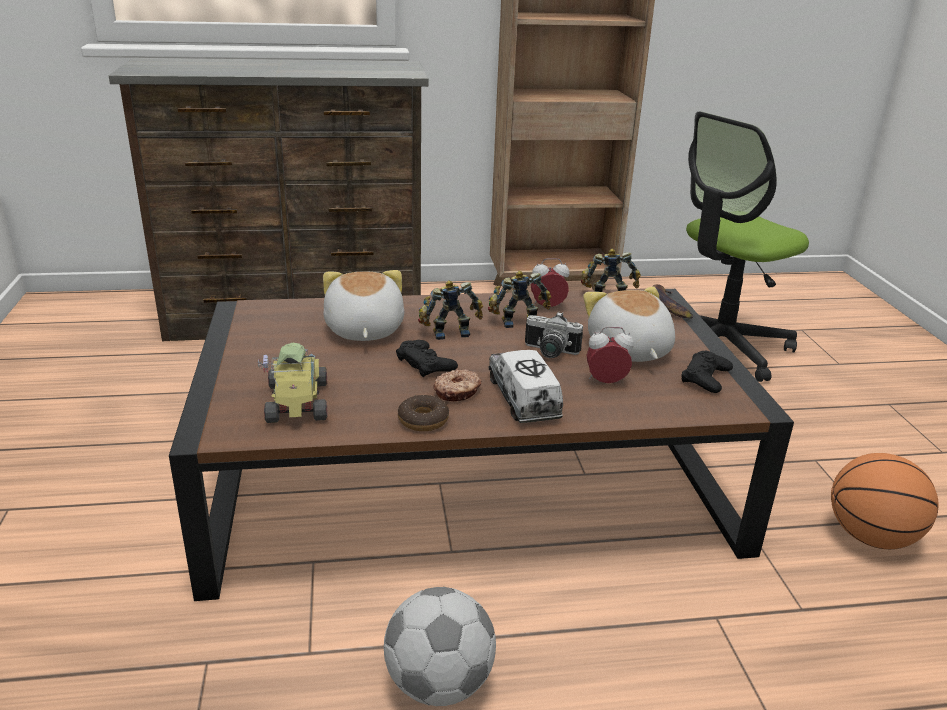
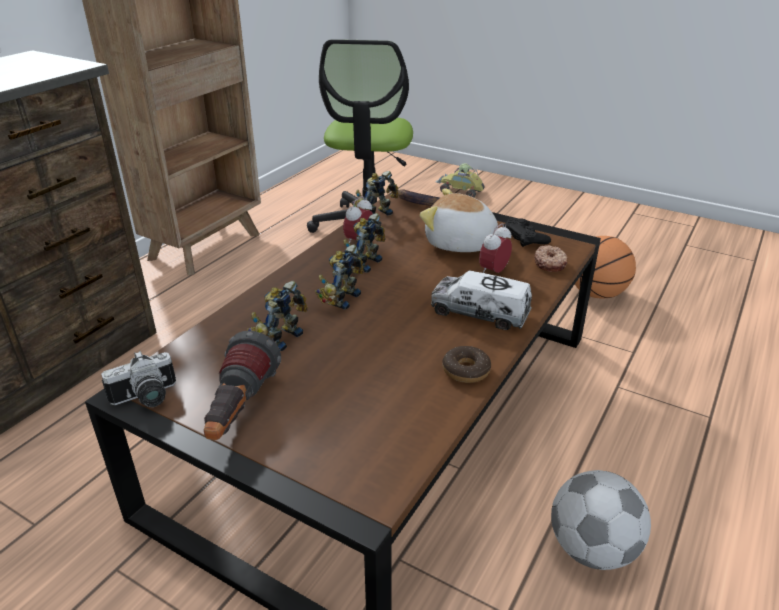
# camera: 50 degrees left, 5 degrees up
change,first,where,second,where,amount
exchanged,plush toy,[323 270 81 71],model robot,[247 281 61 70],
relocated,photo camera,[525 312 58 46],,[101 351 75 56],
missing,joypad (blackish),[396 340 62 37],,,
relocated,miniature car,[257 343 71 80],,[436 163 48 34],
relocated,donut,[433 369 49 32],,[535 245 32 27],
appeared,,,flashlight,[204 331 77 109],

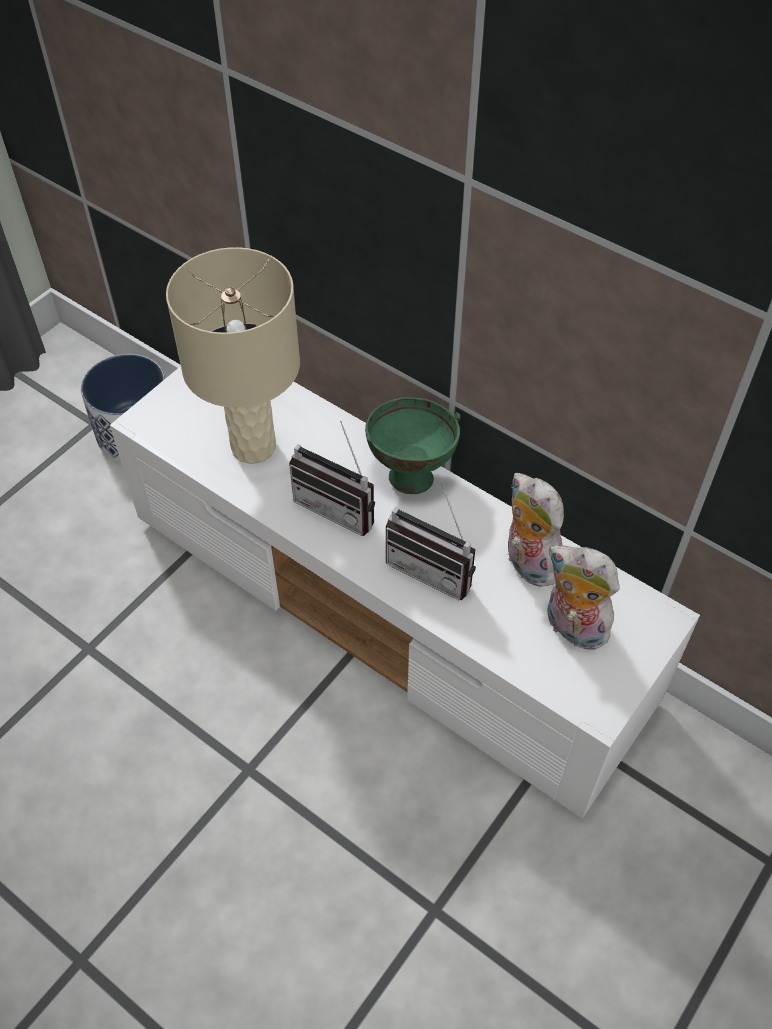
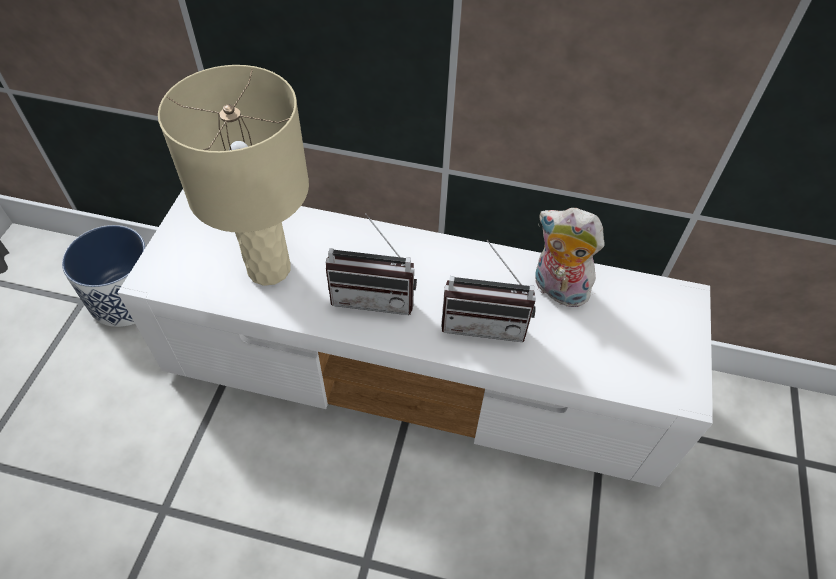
# camera: 25 degrees left, 0 degrees up
change,first,where,second,where,amount
missing,serving bowl (green-coloured),[365 397 96 97],,,
missing,plush toy,[547 545 72 105],,,

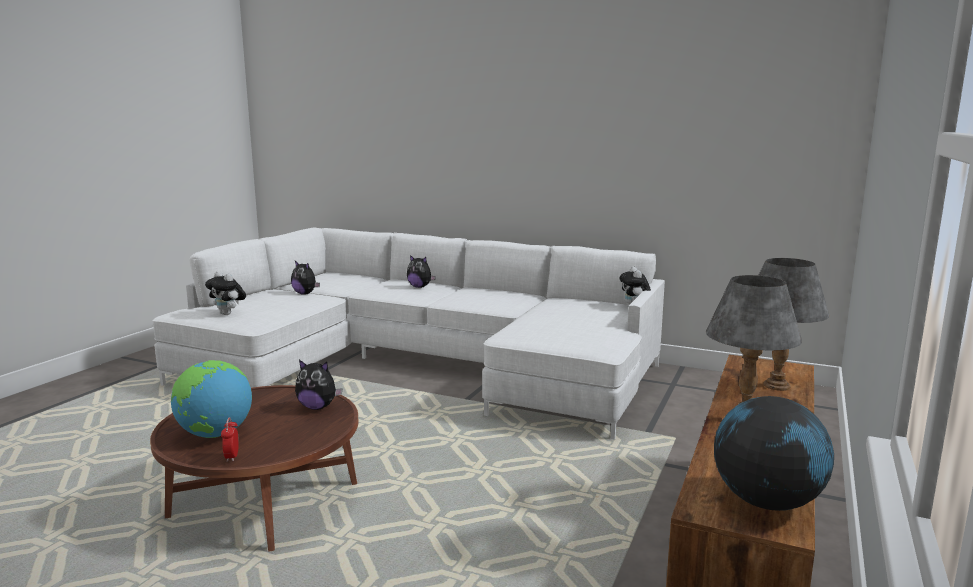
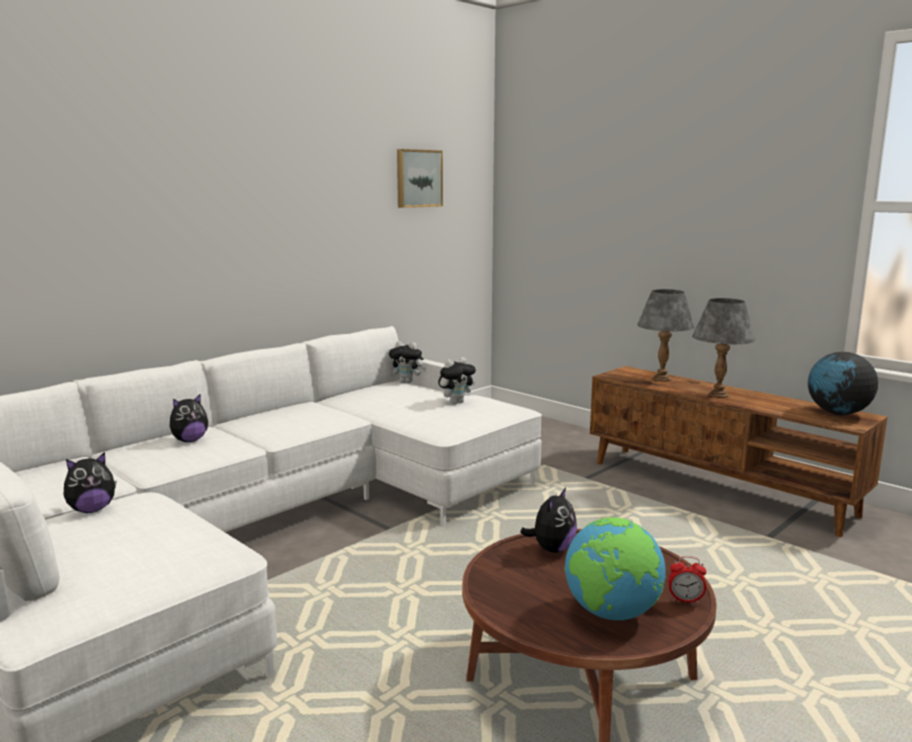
# camera: 70 degrees left, 0 degrees up
change,first,where,second,where,amount
relocated,plush toy,[205 271 41 44],,[438 357 38 47],
appeared,,,wall picture,[397 149 46 59],

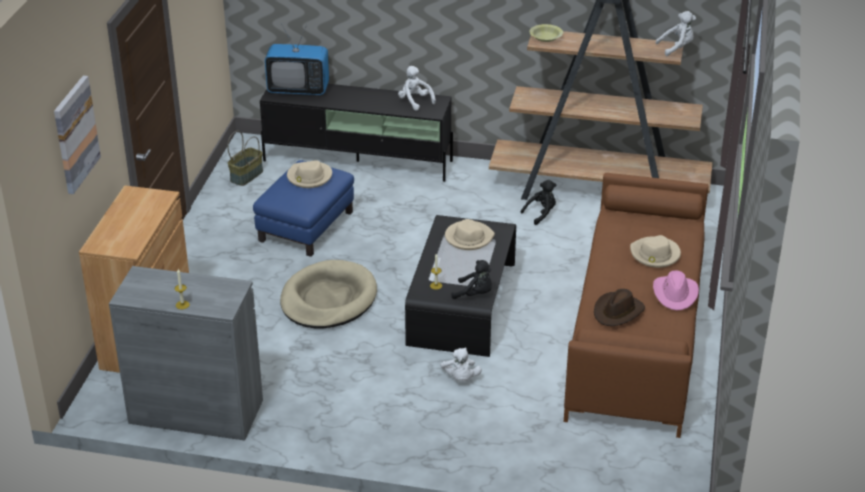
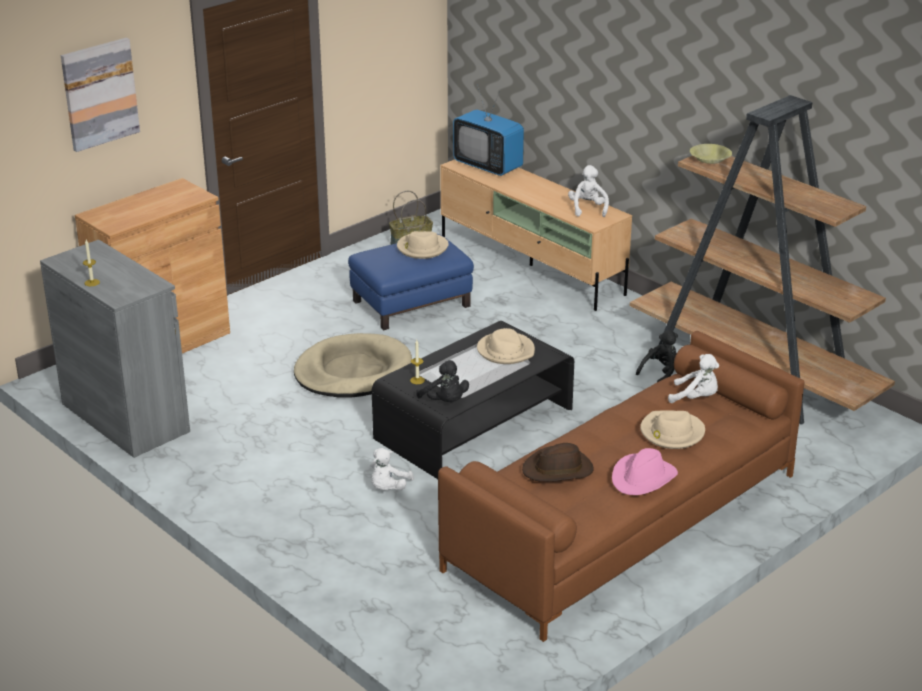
# camera: 35 degrees right, 5 degrees down
change,first,where,second,where,amount
relocated,plush toy (white-coloured),[656 11 40 45],,[668 354 51 49],
colour,tv unit (blackish),[260 84 193 98],tv unit (beige),[440 160 192 151],
spun,plush toy (blackish),[521 180 35 45],,[636 330 42 52],45 degrees counterclockwise

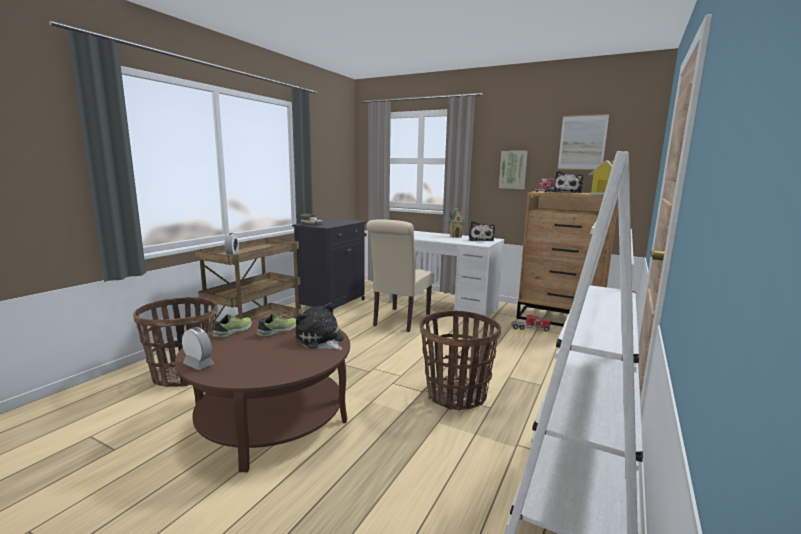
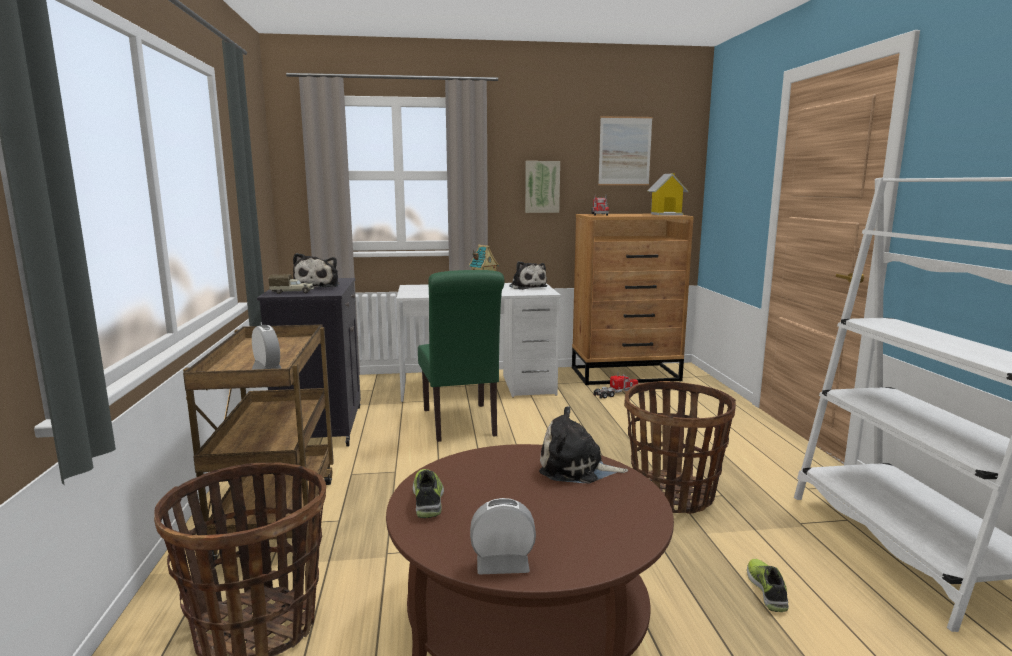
# camera: 35 degrees left, 0 degrees up
change,first,where,second,where,amount
relocated,plush toy,[553 171 31 22],,[293 253 46 34],
colour,upright chair (beige),[366 219 68 113],upright chair (green-coloured),[418 270 87 172],
relocated,shoe,[257 314 39 23],,[747 559 42 53],

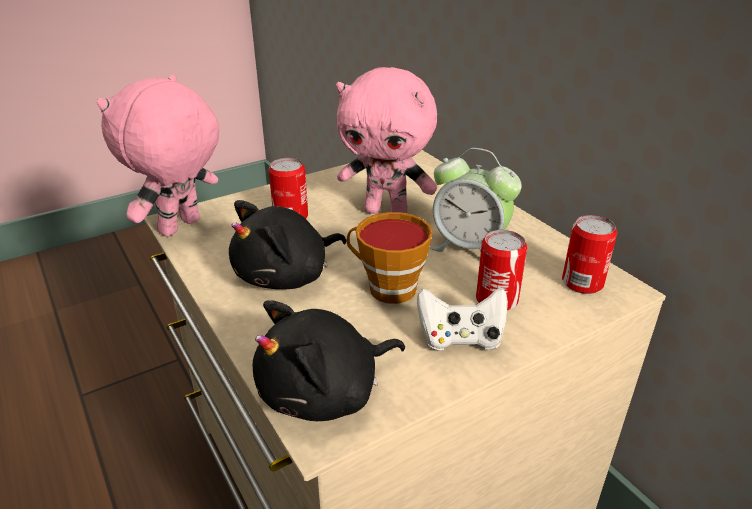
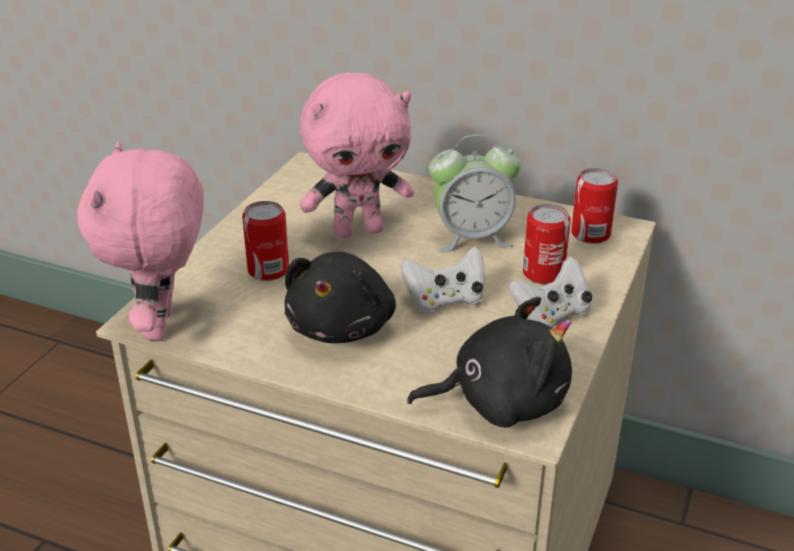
# camera: 35 degrees left, 0 degrees up
change,first,where,second,where,amount
exchanged,cup,[347 212 86 92],joypad (white-coloured),[401 246 84 67],
spun,plush toy (blackish),[253 300 152 121],,[407 297 165 130],120 degrees counterclockwise

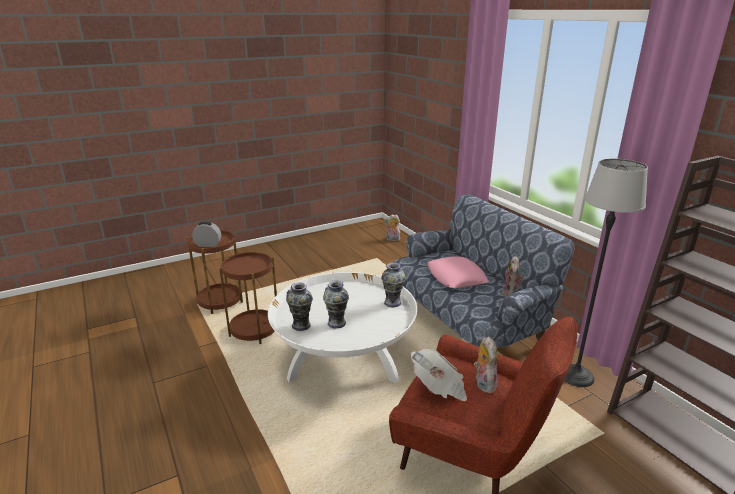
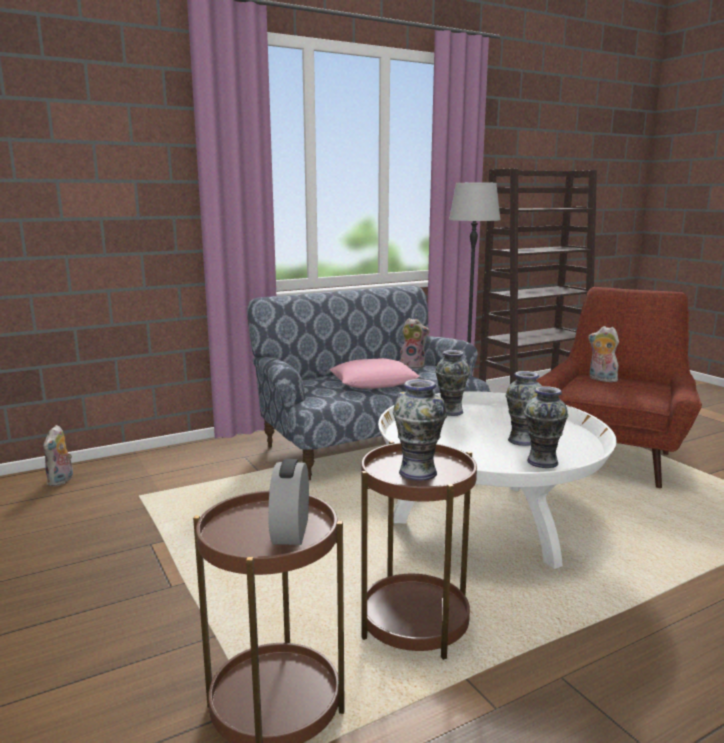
# camera: 90 degrees left, 10 degrees down
change,first,where,second,where,amount
spun,plush toy,[474 336 24 57],,[589 326 30 56],45 degrees clockwise
missing,newspaper,[411 349 56 52],,,
appeared,,,flower vase,[393 379 54 102],

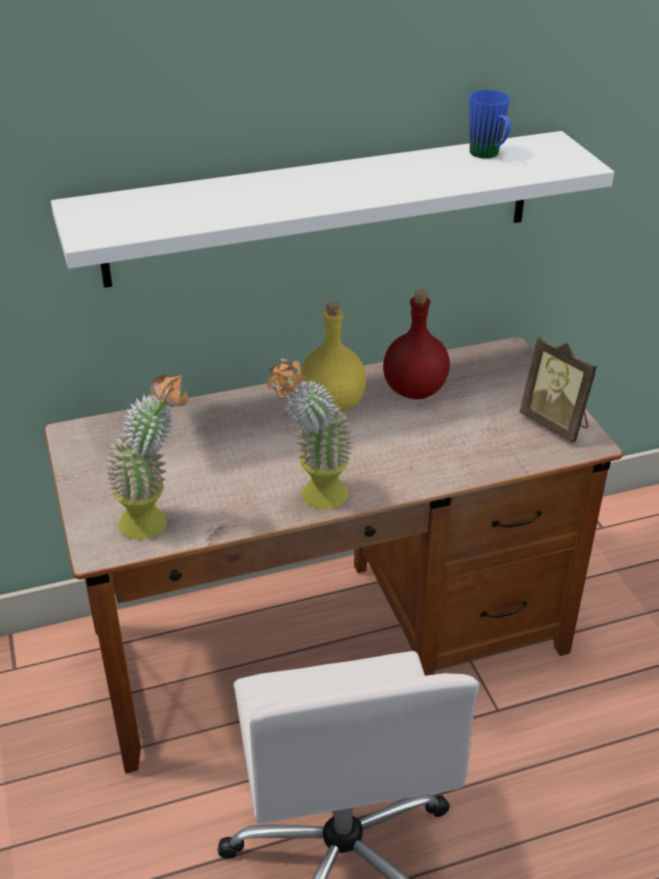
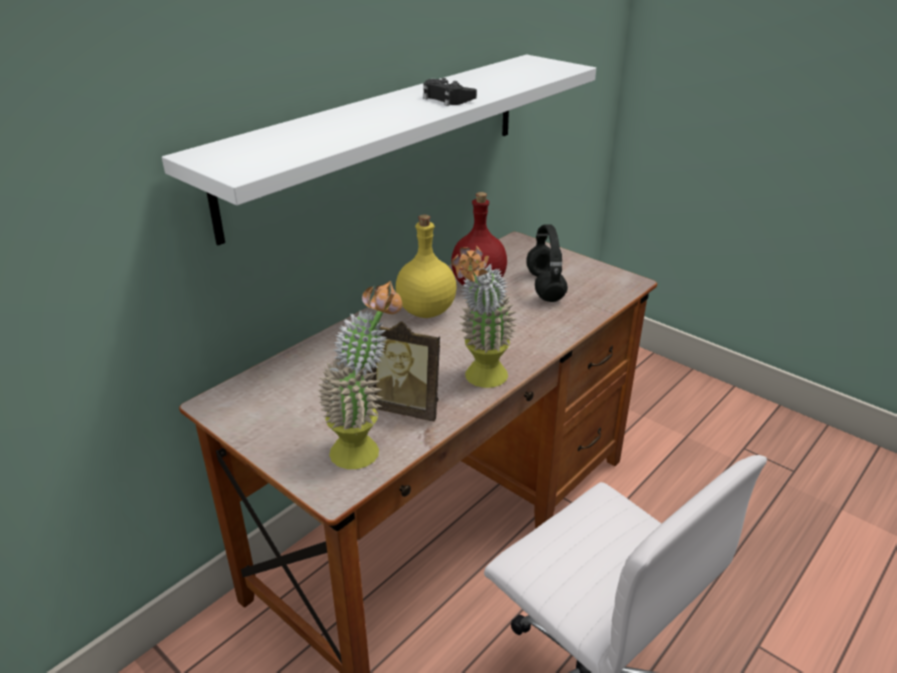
# camera: 30 degrees left, 5 degrees down
change,first,where,second,where,amount
missing,coffee mug (blue-coloured),[469 90 42 68],,,
relocated,standing frame,[519 336 78 107],,[367 321 73 100],
appeared,,,joypad (blackish),[423 78 54 28],
appeared,,,pair of headphones (blackish),[527 224 41 78],

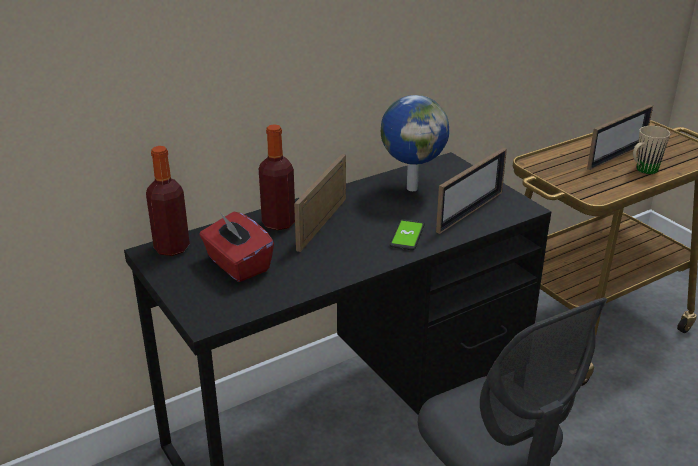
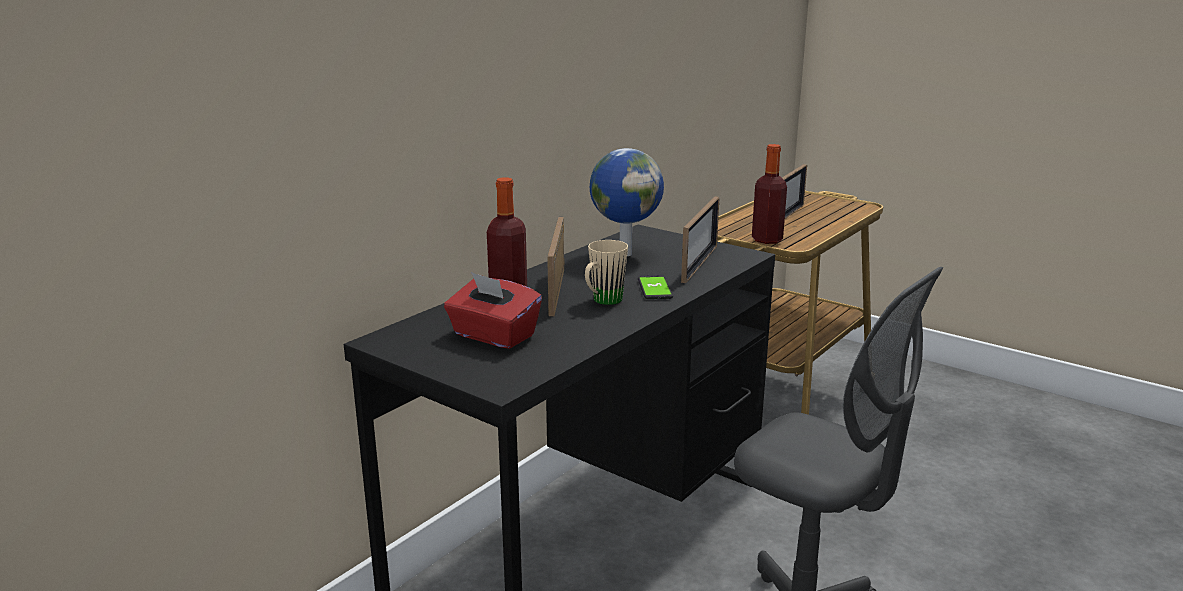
# camera: 20 degrees left, 10 degrees down
change,first,where,second,where,amount
relocated,coffee mug (beige),[633 126 37 48],,[585 240 43 65],
relocated,bottle,[146 146 44 110],,[752 144 35 100],

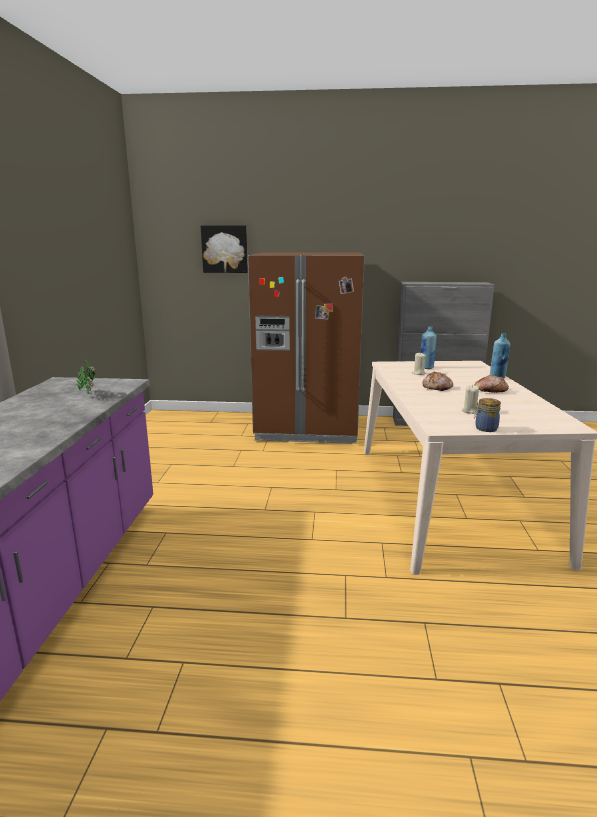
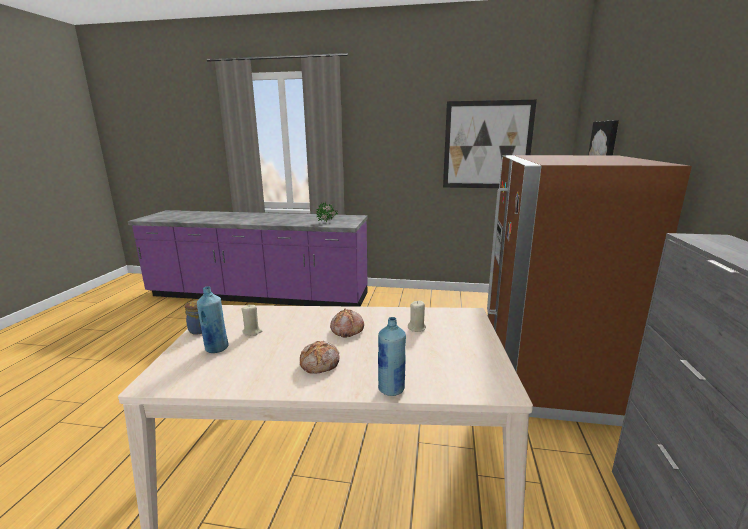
# camera: 95 degrees right, 0 degrees up
change,first,where,second,where,amount
relocated,bottle (blue-coloured),[421 326 16 43],,[197 287 32 66],
appeared,,,wall picture,[443 100 94 88],

